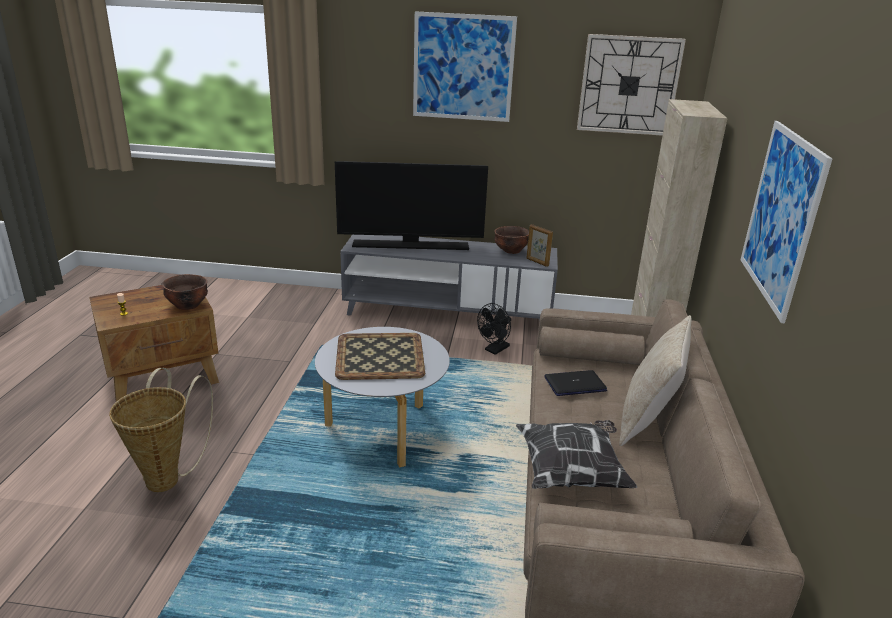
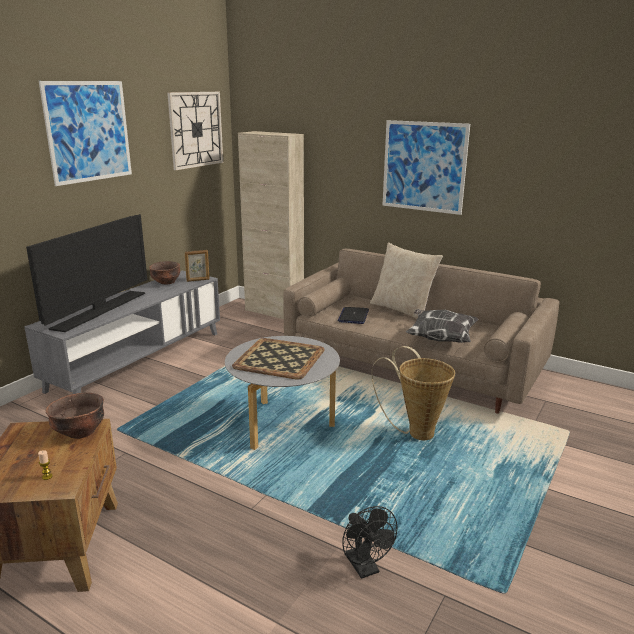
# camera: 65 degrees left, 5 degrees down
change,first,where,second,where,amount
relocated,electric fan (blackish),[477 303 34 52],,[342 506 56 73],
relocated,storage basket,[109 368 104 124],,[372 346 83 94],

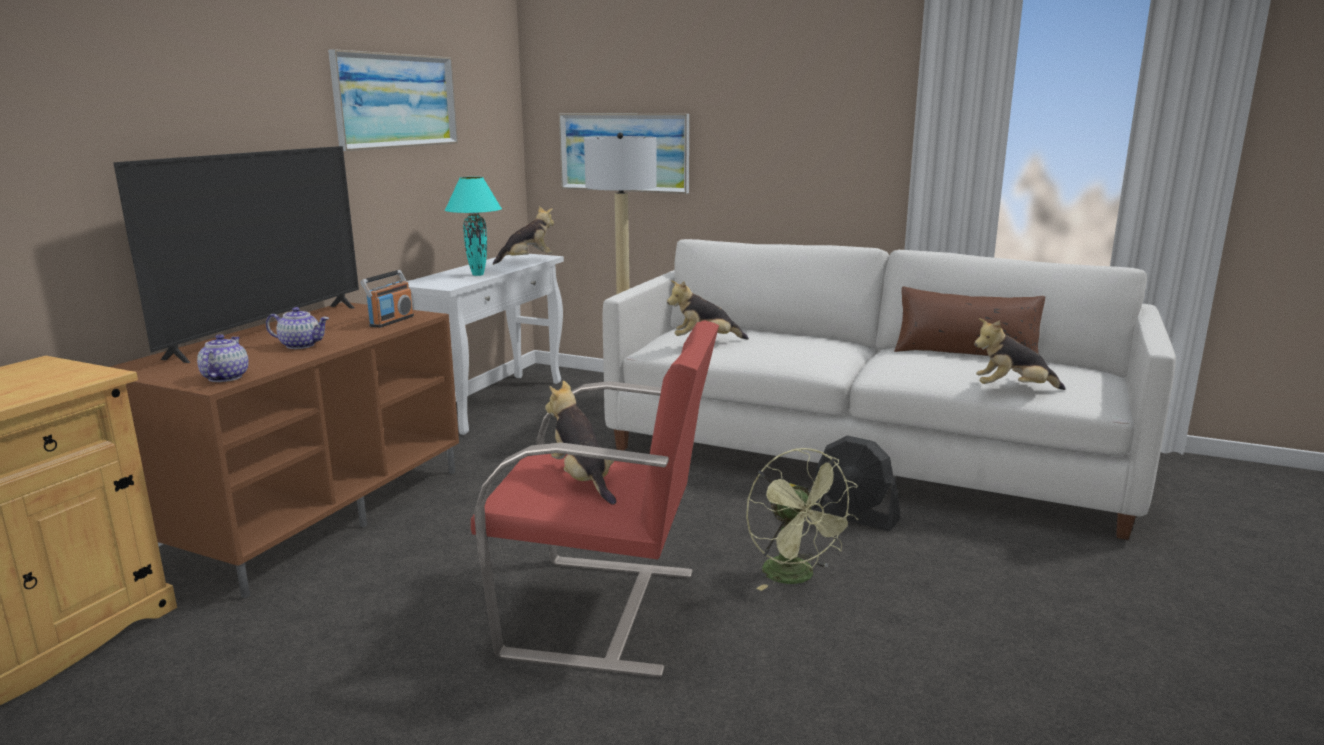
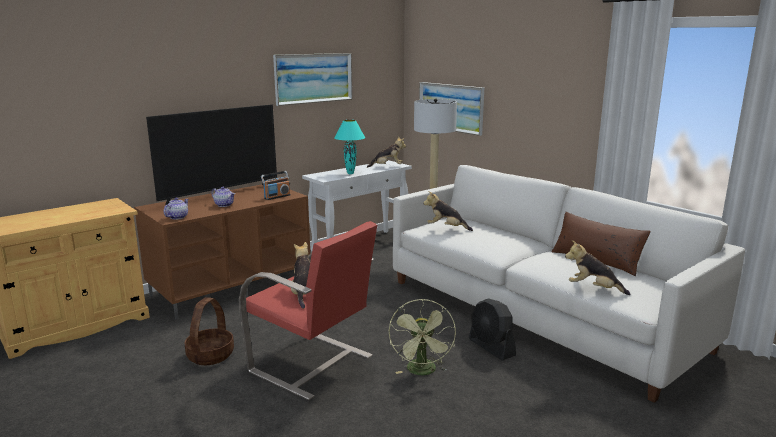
# camera: 25 degrees right, 0 degrees up
change,first,where,second,where,amount
appeared,,,storage basket,[184 297 50 68],

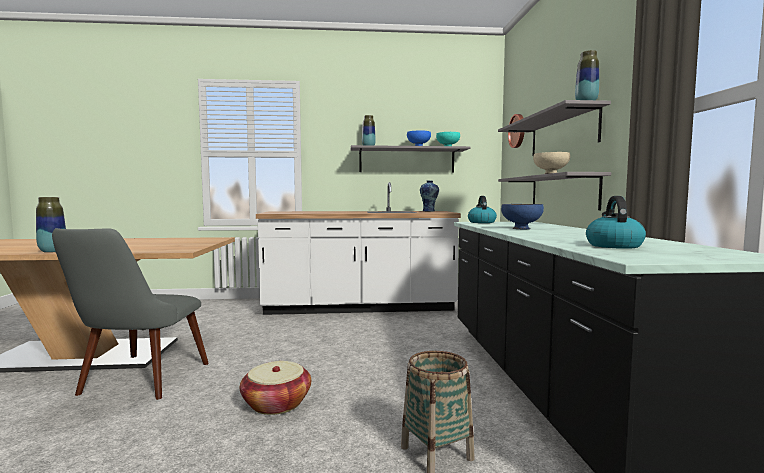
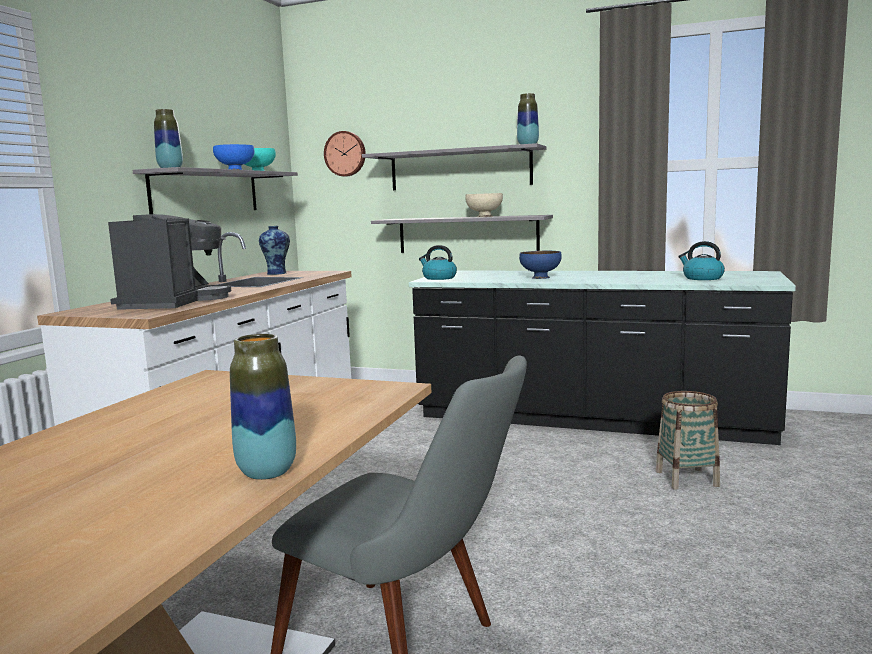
# camera: 65 degrees left, 5 degrees up
change,first,where,second,where,amount
missing,storage basket,[240 361 71 54],,,
appeared,,,coffee machine,[108 214 123 96],

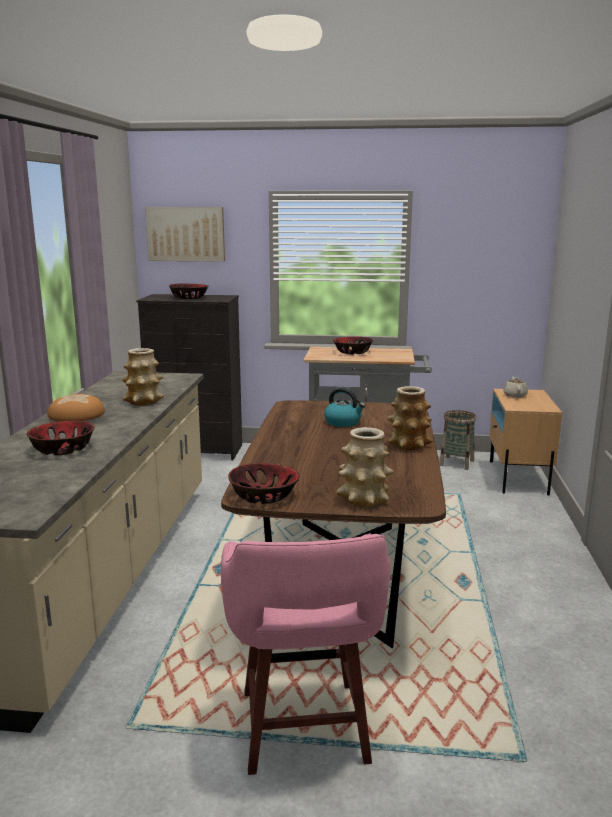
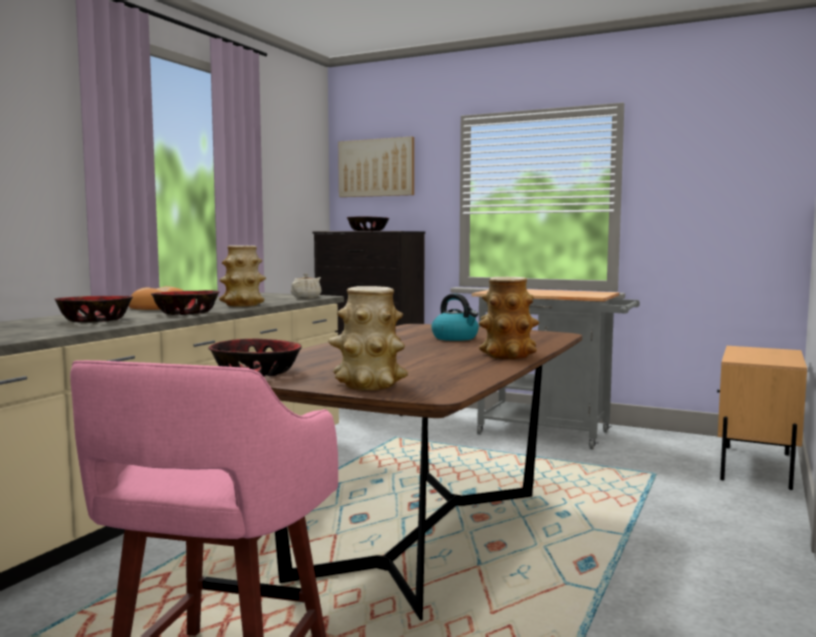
# camera: 20 degrees right, 10 degrees down
change,first,where,second,where,amount
relocated,serving bowl,[333 336 40 19],,[151 290 68 25],
relocated,pot for tea (beige),[503 377 25 21],,[291 273 30 25],
missing,storage basket,[439 410 37 60],,,

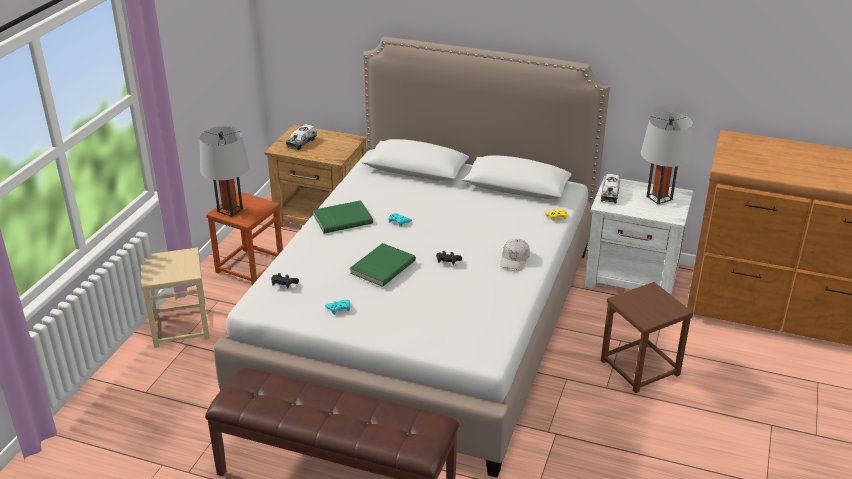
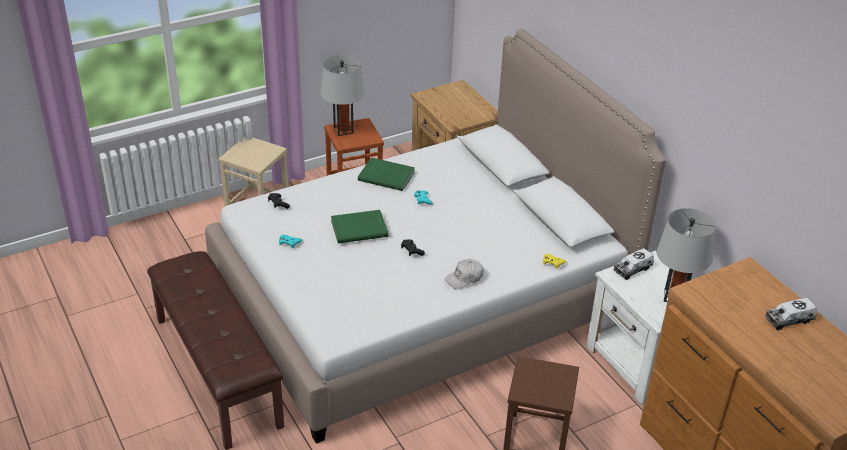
# camera: 40 degrees right, 5 degrees up
change,first,where,second,where,amount
relocated,toy truck,[286 124 31 26],,[765 298 52 32],

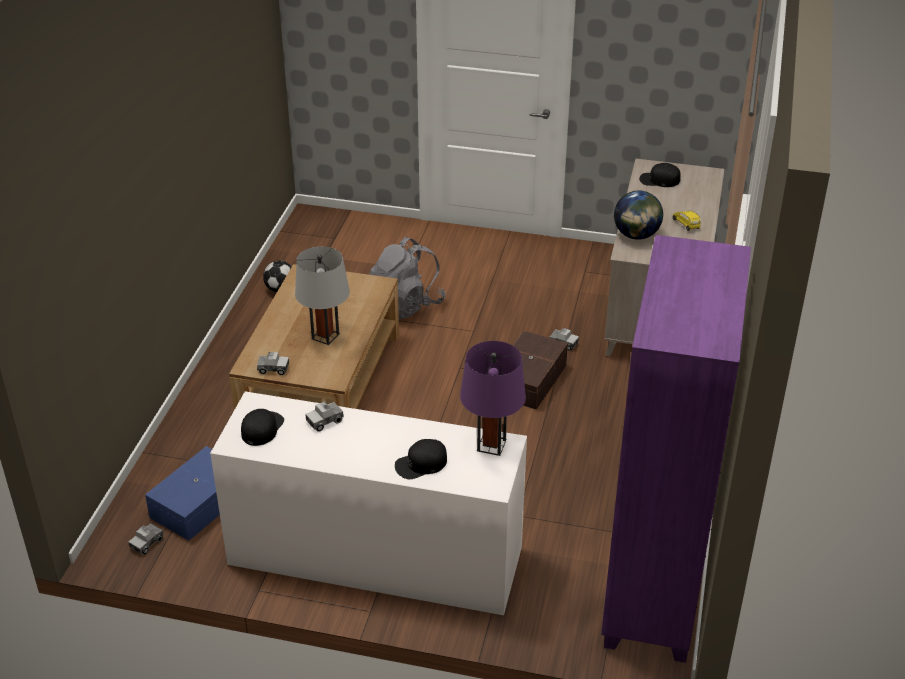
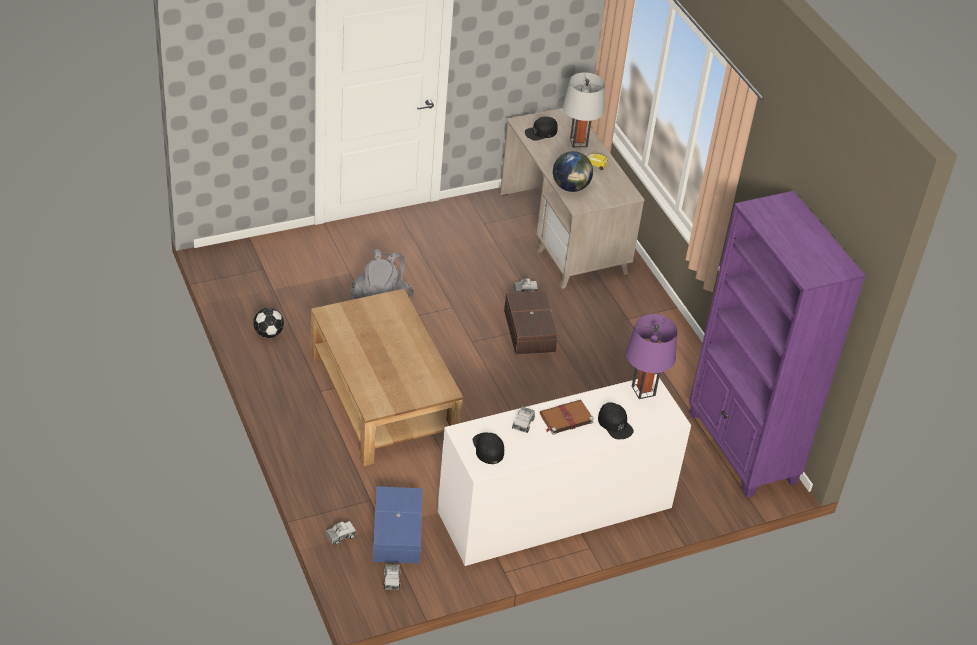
# camera: 40 degrees left, 5 degrees up
change,first,where,second,where,amount
relocated,lamp for a table (greyish),[295 246 55 99],,[563 72 42 75],
relocated,toy truck,[257 352 32 23],,[326 521 30 24],
spun,peaked cap (blackish),[395 439 52 40],,[598 402 36 37],60 degrees counterclockwise
appeared,,,book (brown-coloured),[540 400 54 35],

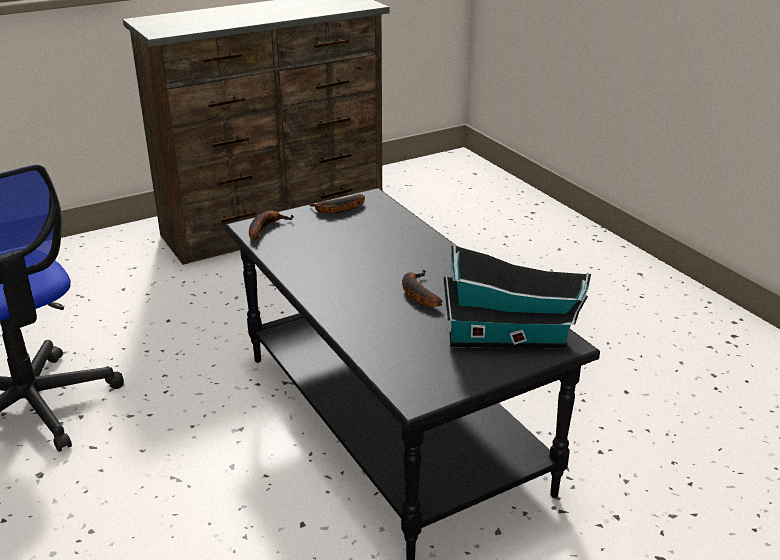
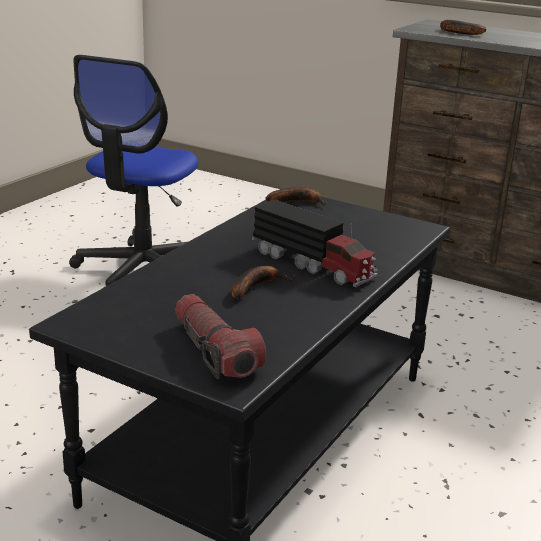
# camera: 60 degrees right, 5 degrees down
change,first,where,second,where,amount
relocated,banana fruit,[309 194 56 19],,[440 20 46 15],
exchanged,toy house,[443 244 148 105],flashlight,[175 294 91 85],
appeared,,,toy truck,[252 200 126 88],

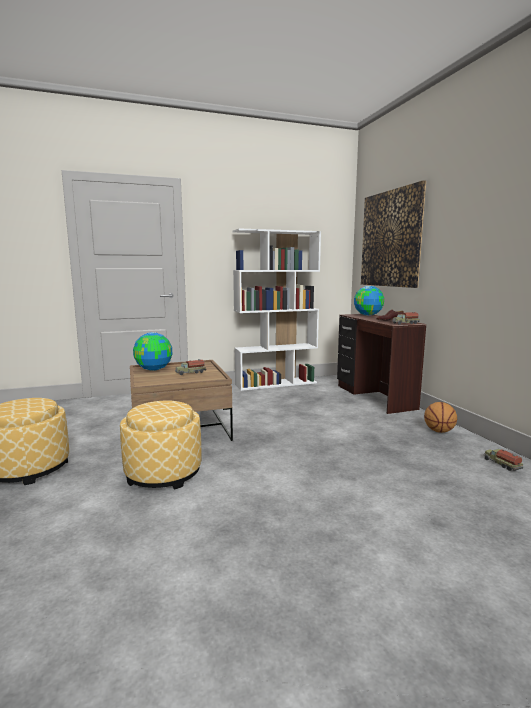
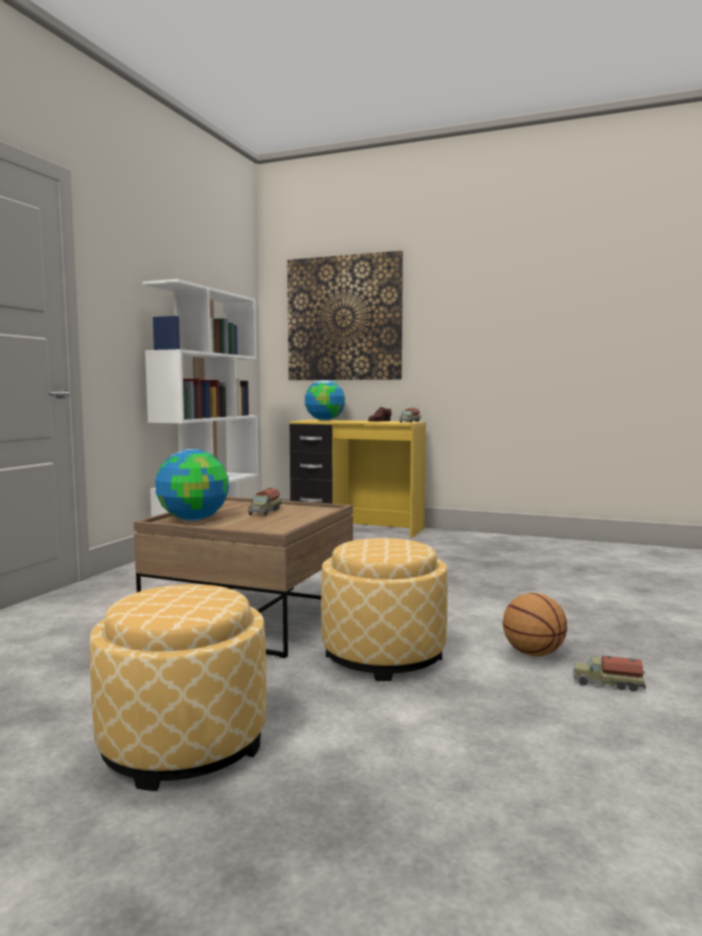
# camera: 50 degrees left, 5 degrees down
change,first,where,second,where,amount
colour,desk (brown-coloured),[337 314 89 100],desk (yellow-coloured),[290 420 136 119],
relocated,basketball ball,[424 402 33 31],,[503 593 64 64],
relocated,toy truck,[483 449 40 22],,[573 656 73 36],

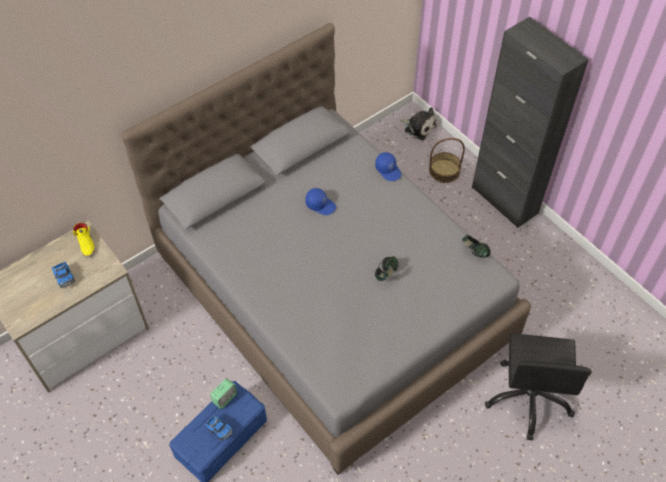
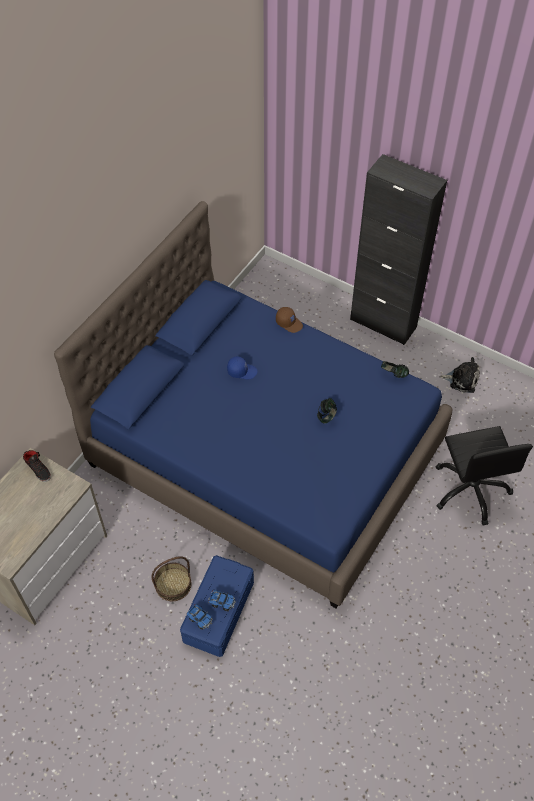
# camera: 20 degrees left, 0 degrees up
change,first,where,second,where,amount
colour,bed (greyish),[122 23 409 452],bed (blue-coloured),[54 201 399 407],
relocated,plush toy,[400 107 37 33],,[440 357 40 36],
relocated,storage basket,[429 138 36 45],,[151 556 40 45],
colour,peaked cap (blue-coloured),[375 152 27 29],peaked cap (brown-coloured),[276 307 27 26],
colour,shoe (yellow-coloured),[73 223 22 35],shoe (blackish),[23 450 28 32],
relocated,toy truck,[52 262 23 26],,[186 604 26 26],
missing,table clock,[210 378 27 31],,,

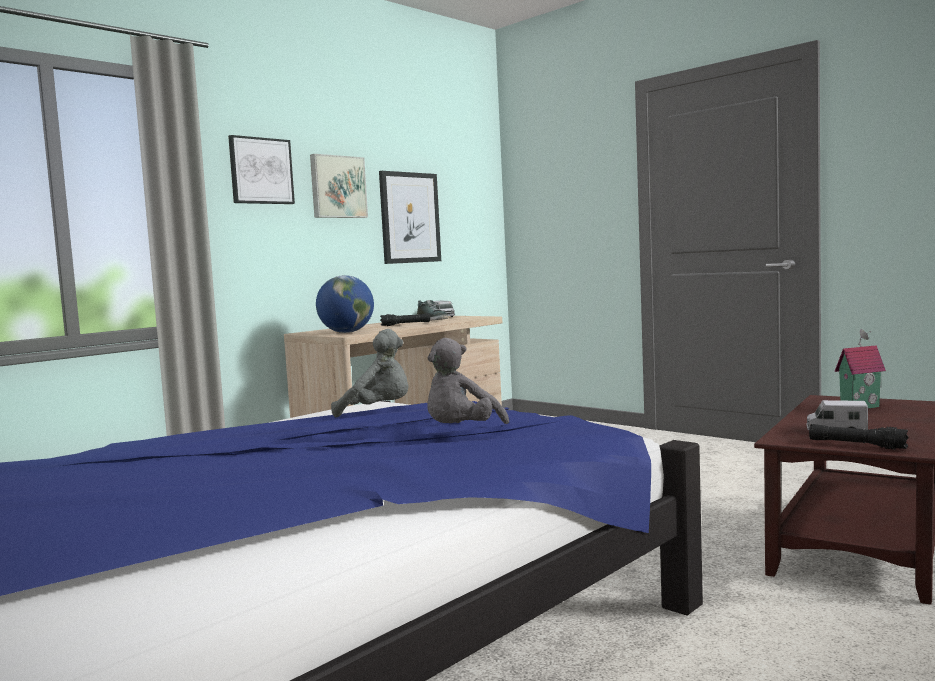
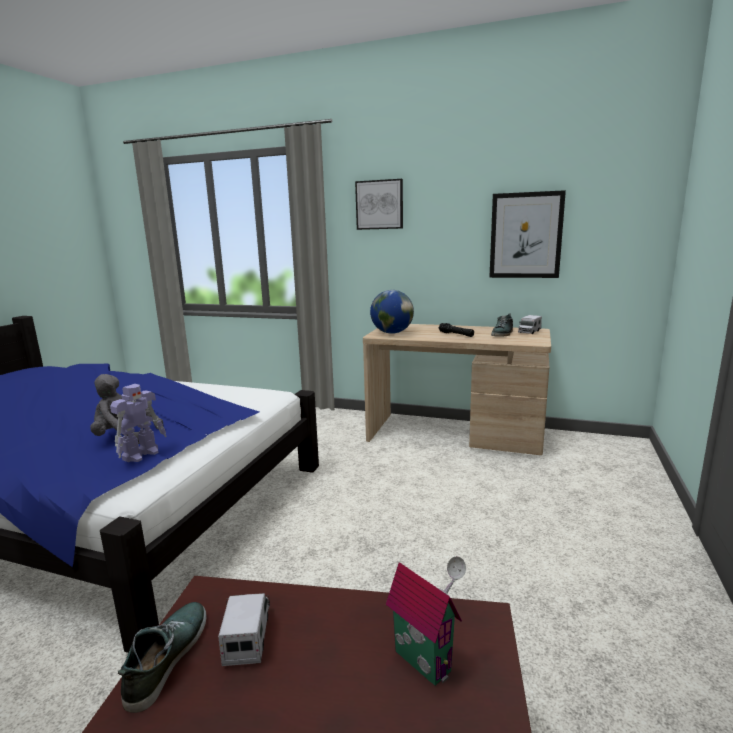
# camera: 65 degrees right, 10 degrees up
change,first,where,second,where,amount
missing,wall picture,[310 154 58 64],,,
missing,plush toy (greyish),[331 329 78 88],,,
exchanged,flashlight (blackish),[809 424 100 26],shoe,[118 602 88 111],
appeared,,,model robot,[110 384 57 78],

